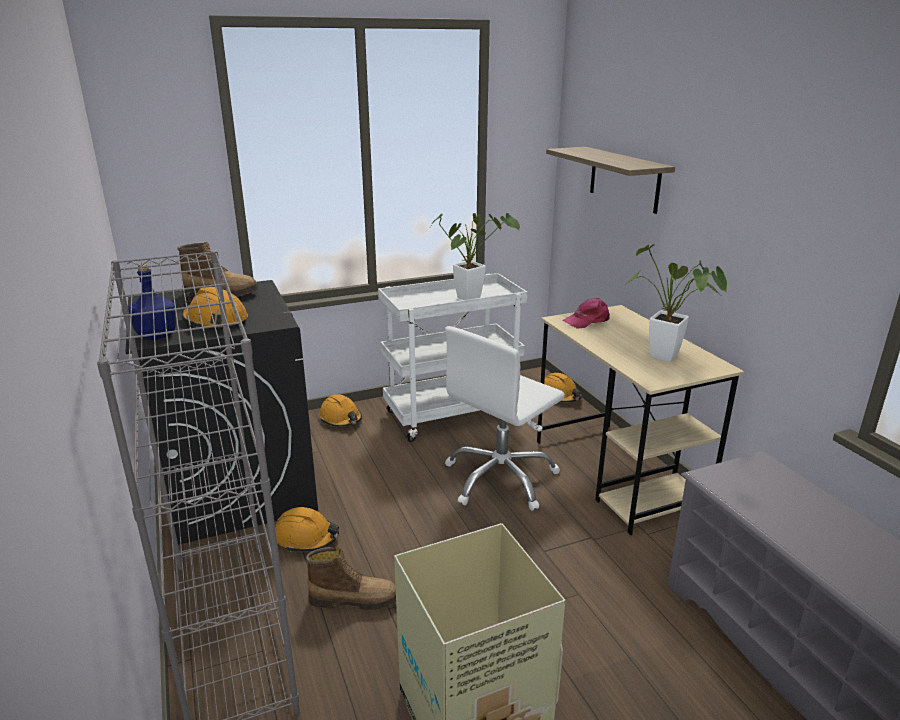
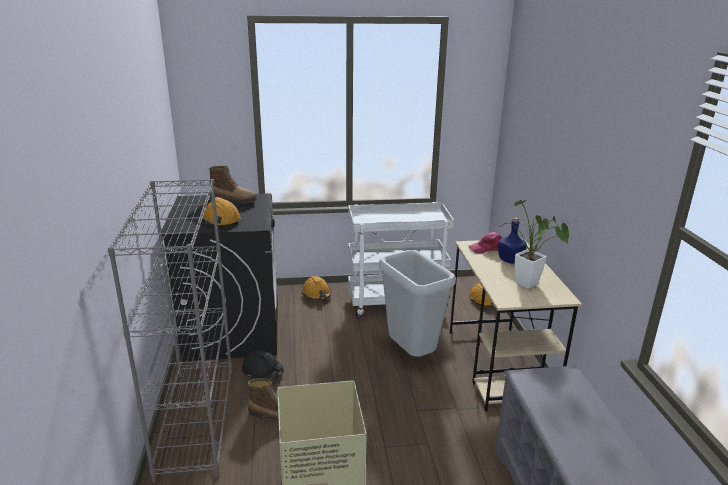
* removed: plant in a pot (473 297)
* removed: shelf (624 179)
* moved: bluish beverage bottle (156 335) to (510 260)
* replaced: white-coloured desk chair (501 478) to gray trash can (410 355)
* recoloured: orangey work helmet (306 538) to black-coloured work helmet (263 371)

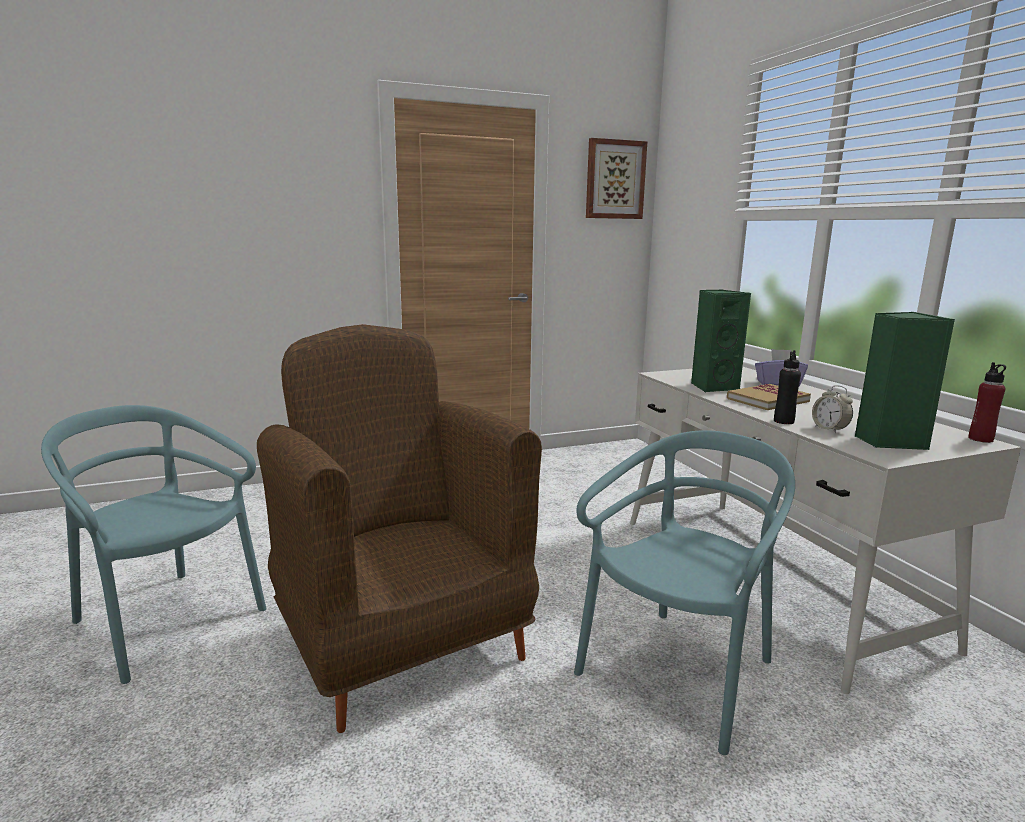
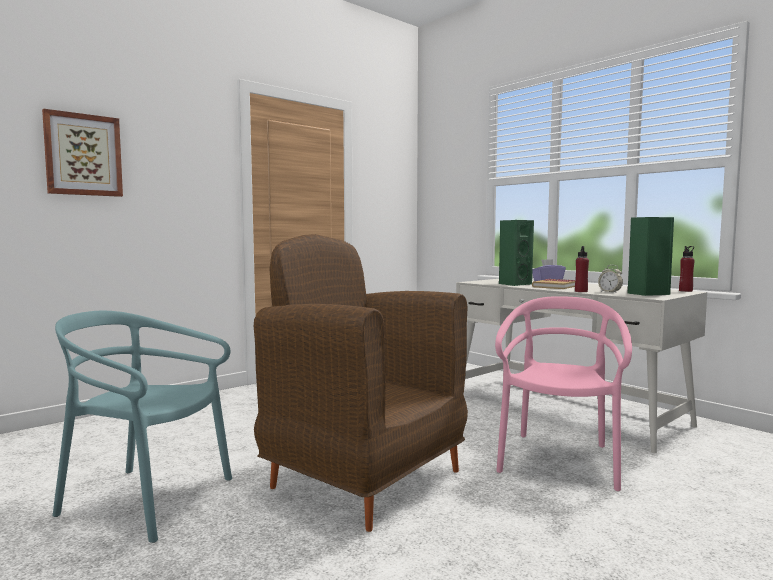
* moved: picture (614 180) to (83 155)
* recoloured: turquoise plain chair (679 673) to pink-coloured plain chair (559 460)
* recoloured: black-coloured beverage bottle (783 421) to red-coloured beverage bottle (581 291)

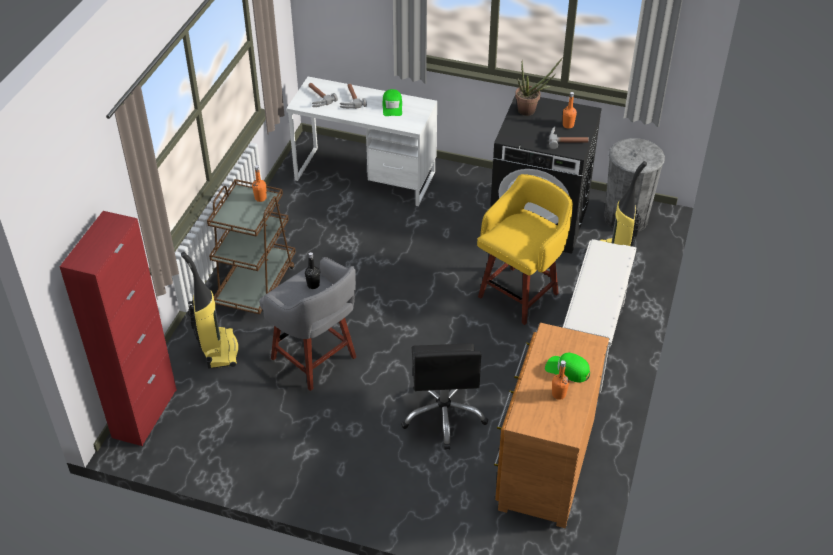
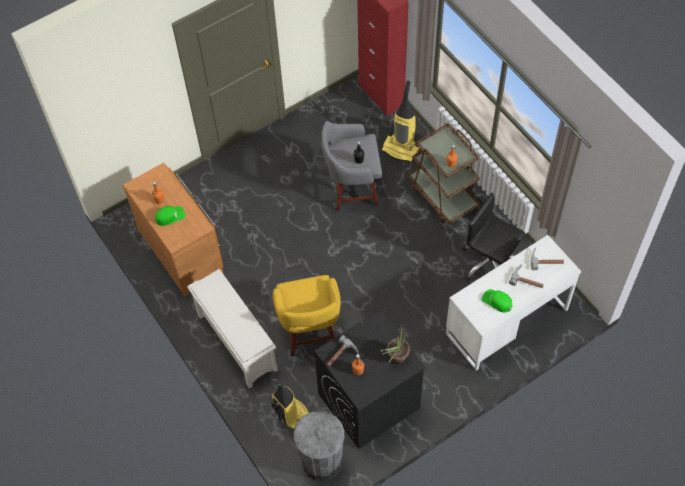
* moved: black-coloured desk chair (444 414) to (489 263)

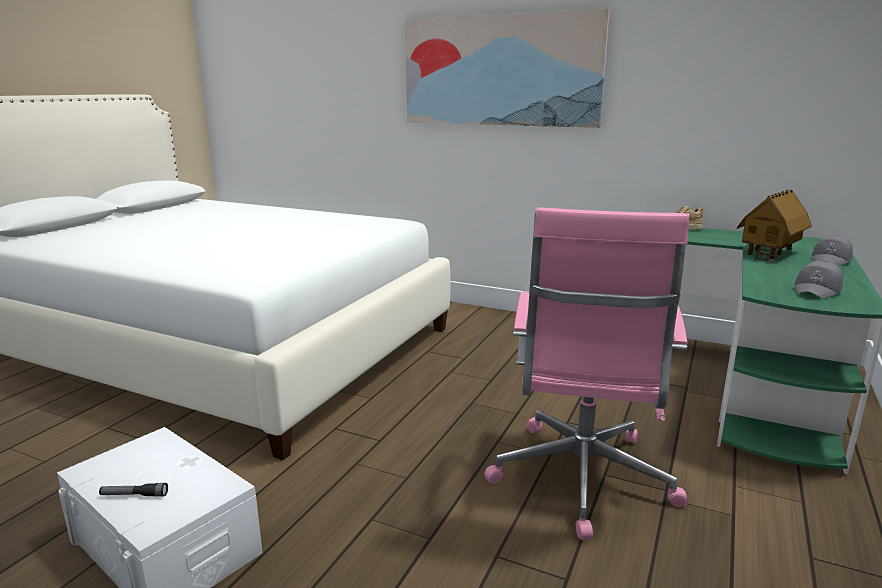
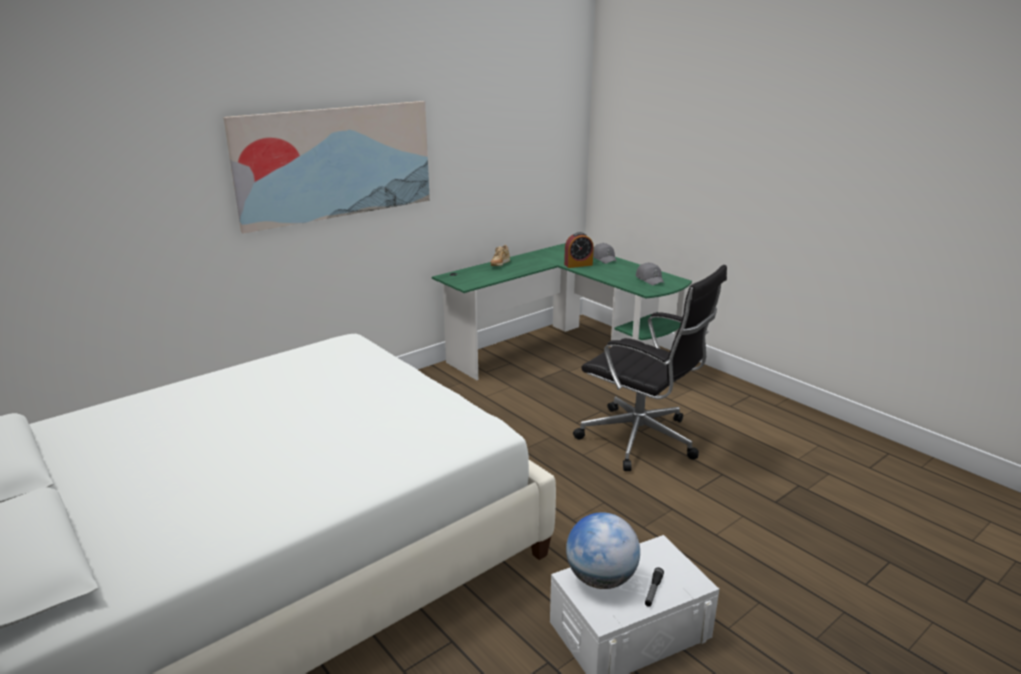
* added: desk globe (601 578)
* replaced: miniature house (769 253) to table clock (578 265)
* recoloured: pink-coloured desk chair (581 479) to black-coloured desk chair (641 440)

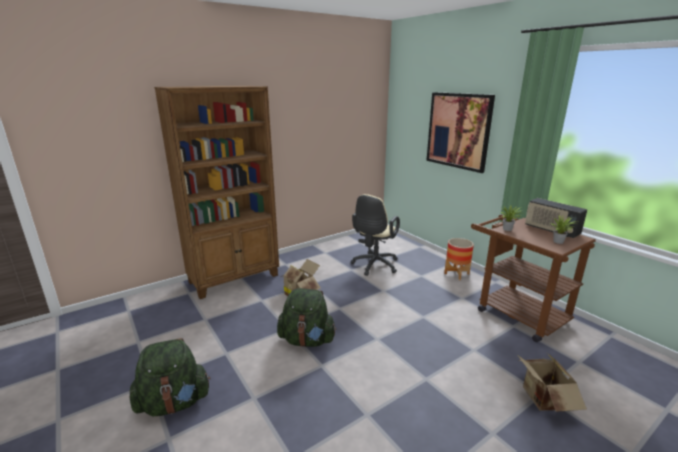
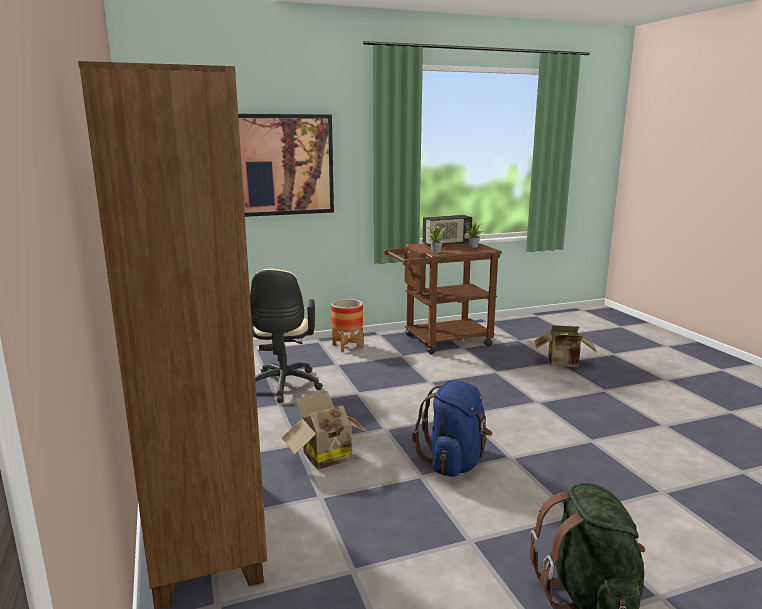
* recoloured: green rucksack (307 340) to bluish rucksack (454 462)
* turned: beige desk chair (374 266) = (283 387) 45 degrees clockwise

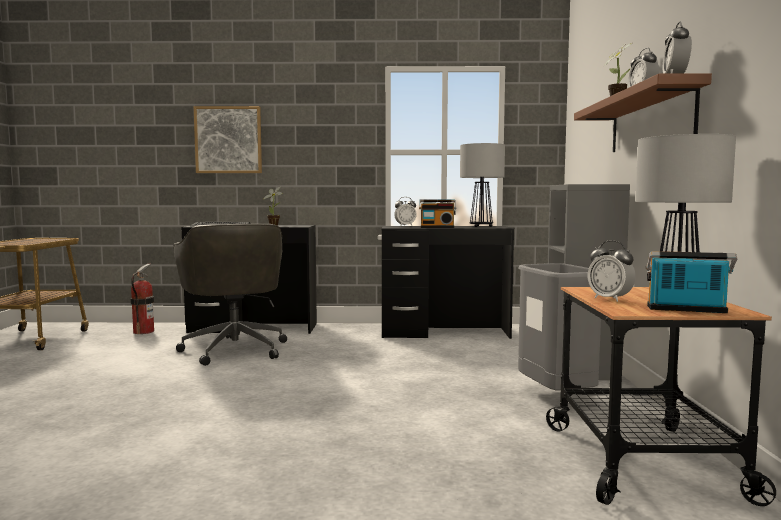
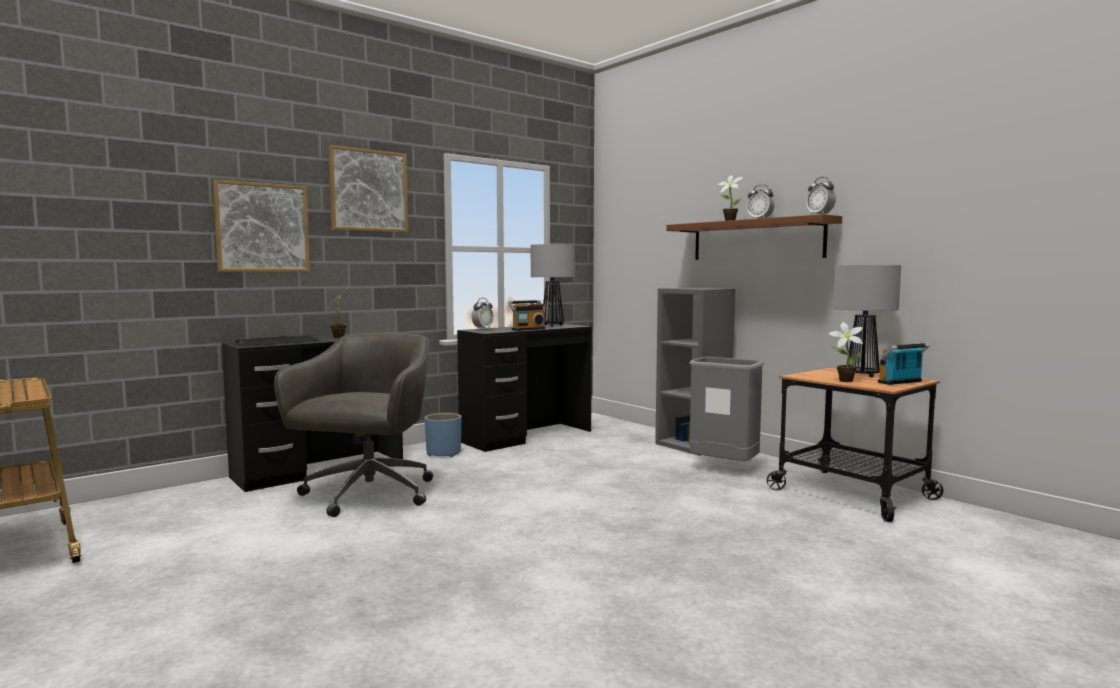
* removed: extinguisher (143 331)
* added: picture (368 190)
* added: bluish plant pot (443 453)
* replaced: table clock (610 299) to plant in a pot (843 381)
* turned: gray desk chair (235 349) = (367 495) 105 degrees counterclockwise

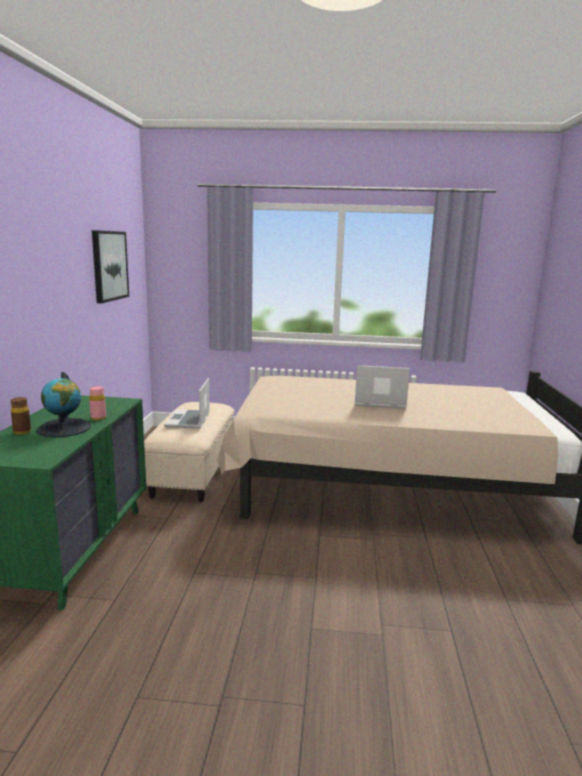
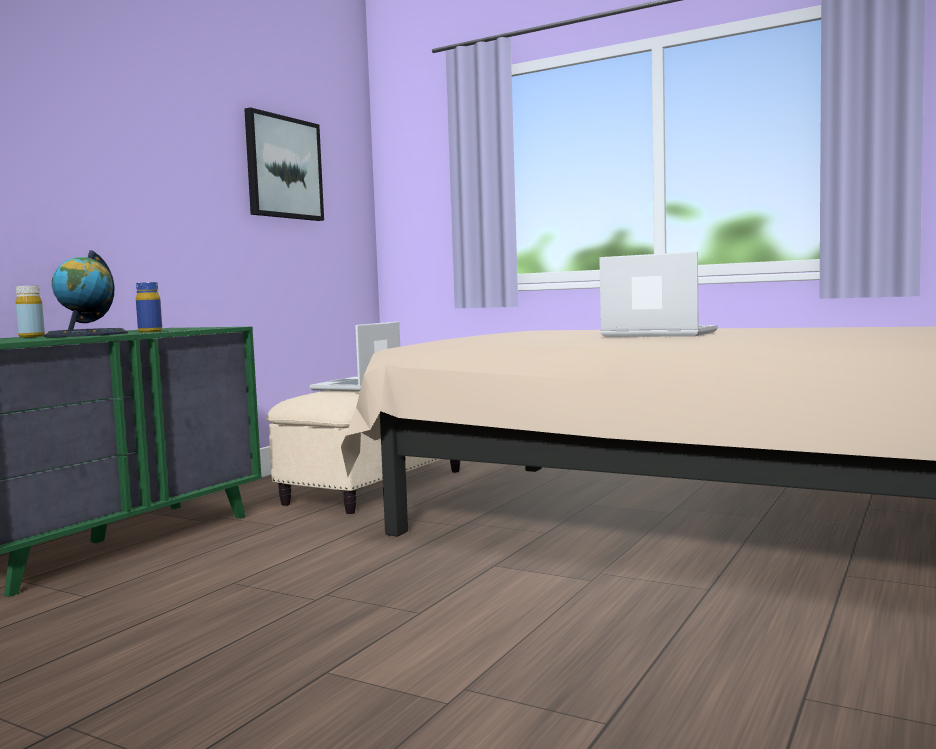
* recoloured: brown-coloured beverage bottle (22 432) to yellow-coloured beverage bottle (31 336)
* recoloured: pink-coloured beverage bottle (98 418) to bluish beverage bottle (150 331)

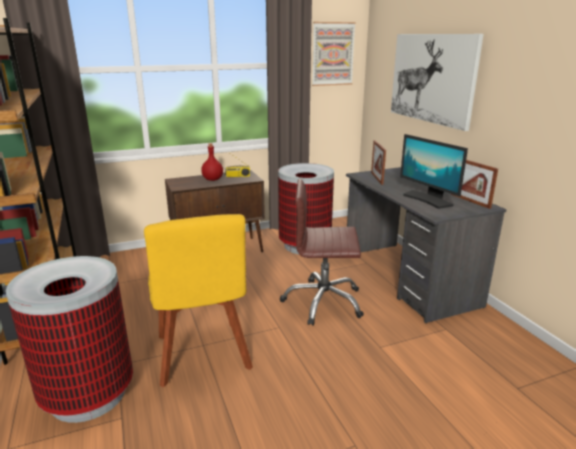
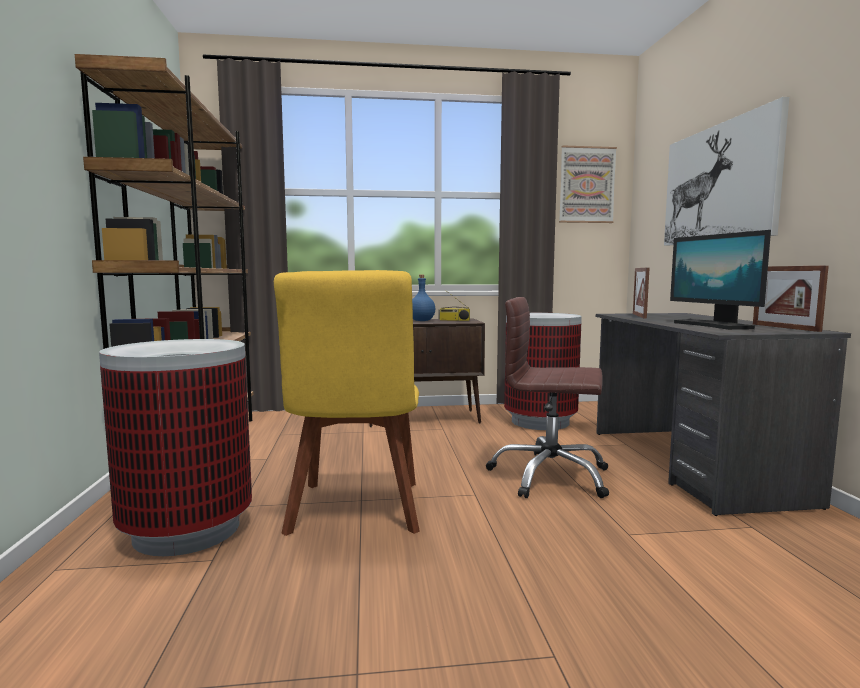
* recoloured: red-coloured beverage bottle (212 179) to bluish beverage bottle (421 321)

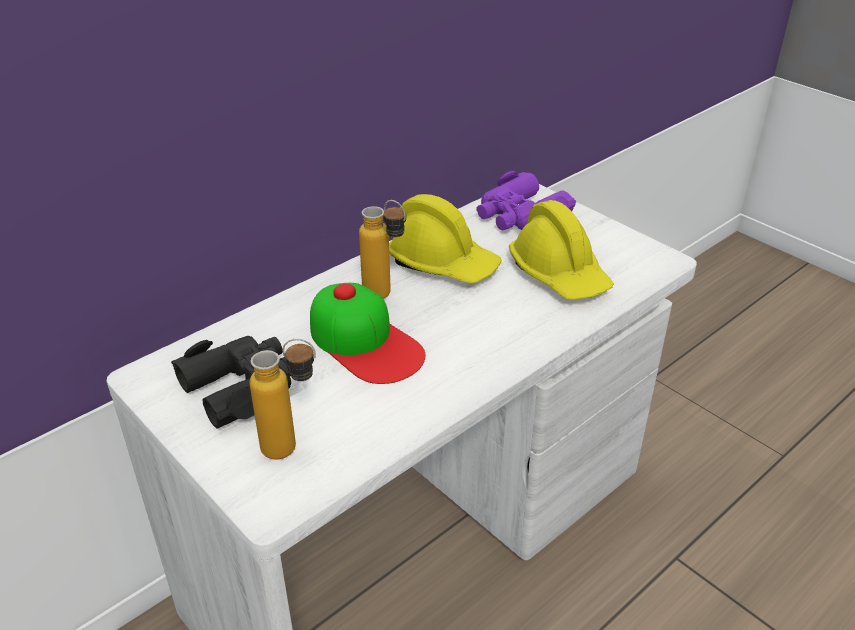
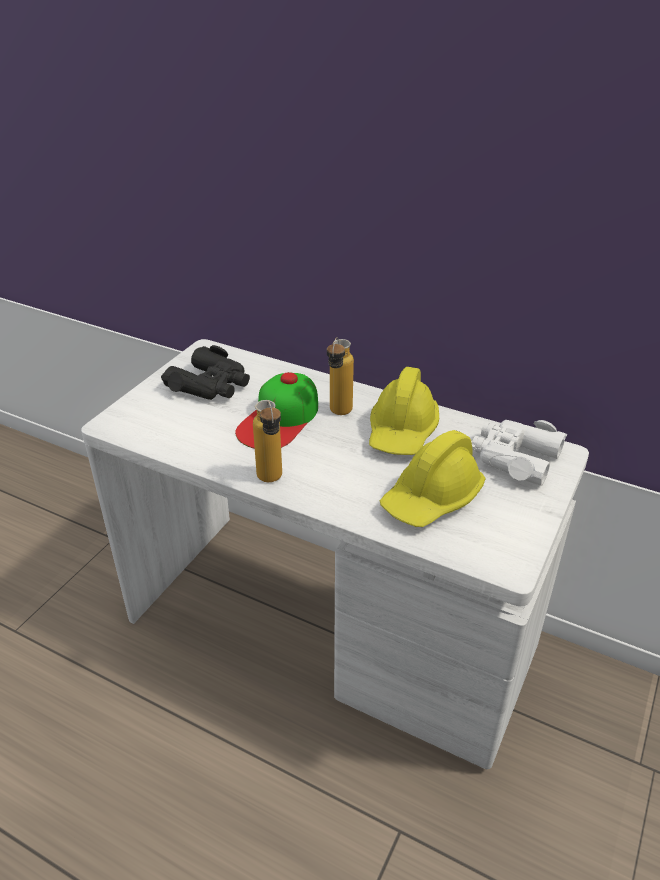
* moved: beverage bottle (293 449) to (272 482)
* recoloured: purple-coloured pair of binoculars (520 215) to white-coloured pair of binoculars (514 458)

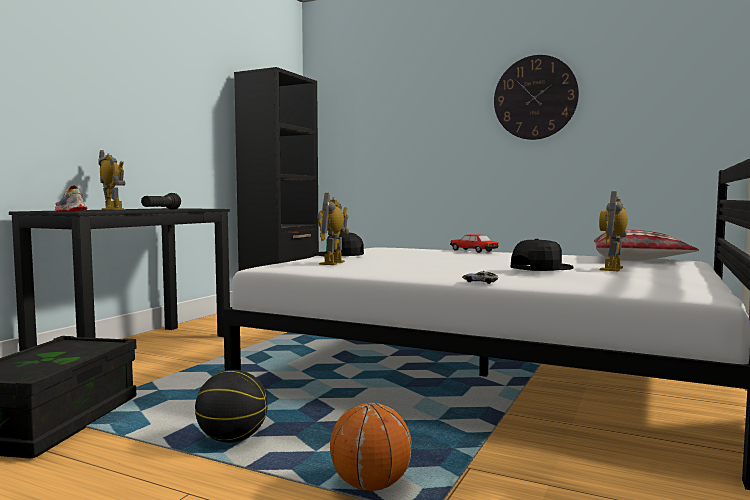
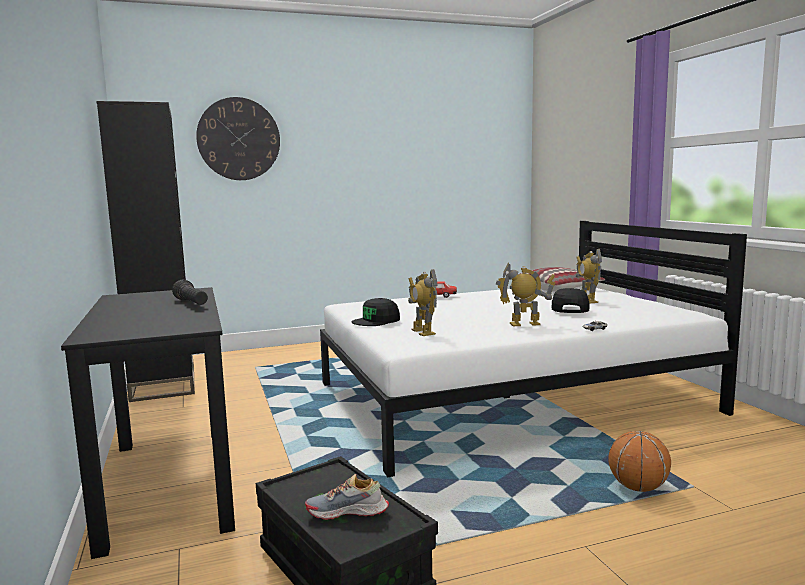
* removed: basketball (232 439)
* moved: item of footwear (71 211) to (347 512)
* moved: model robot (113 209) to (525 324)
* moved: wall clock (535 97) to (238 139)

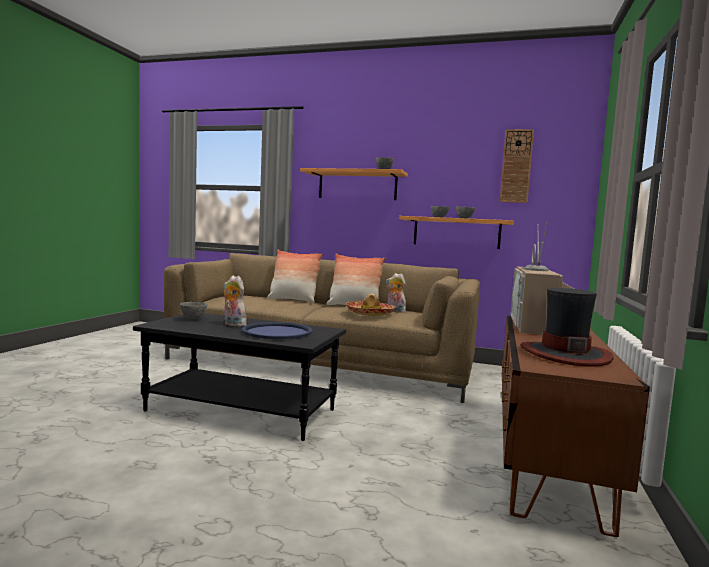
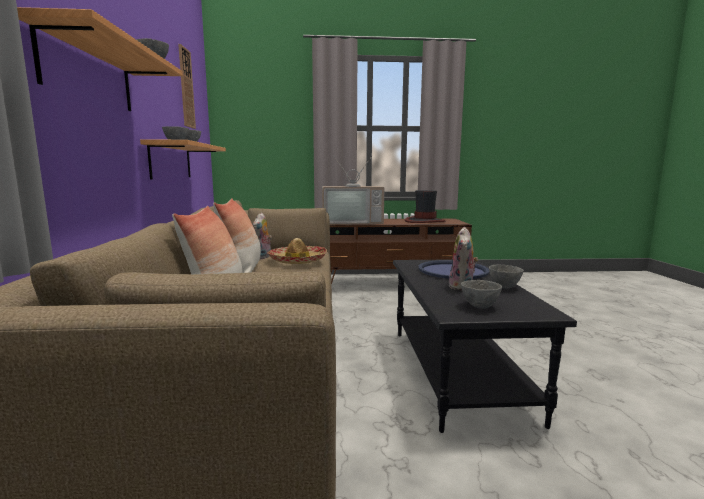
* added: gray deep dish (503 287)

